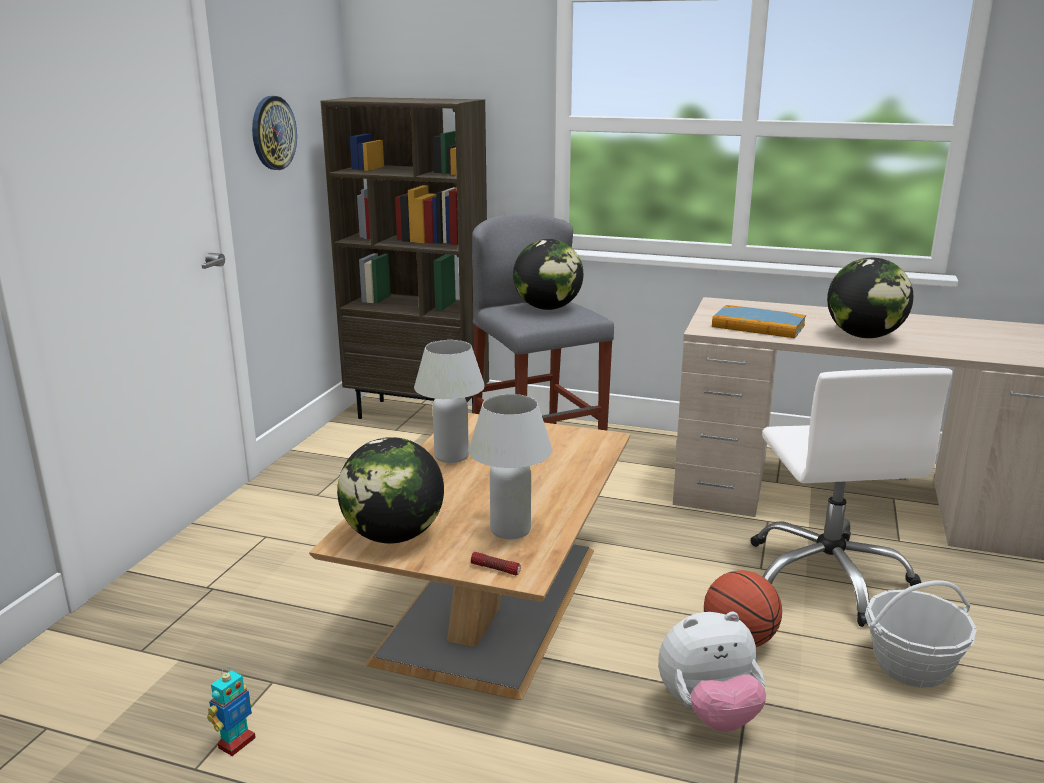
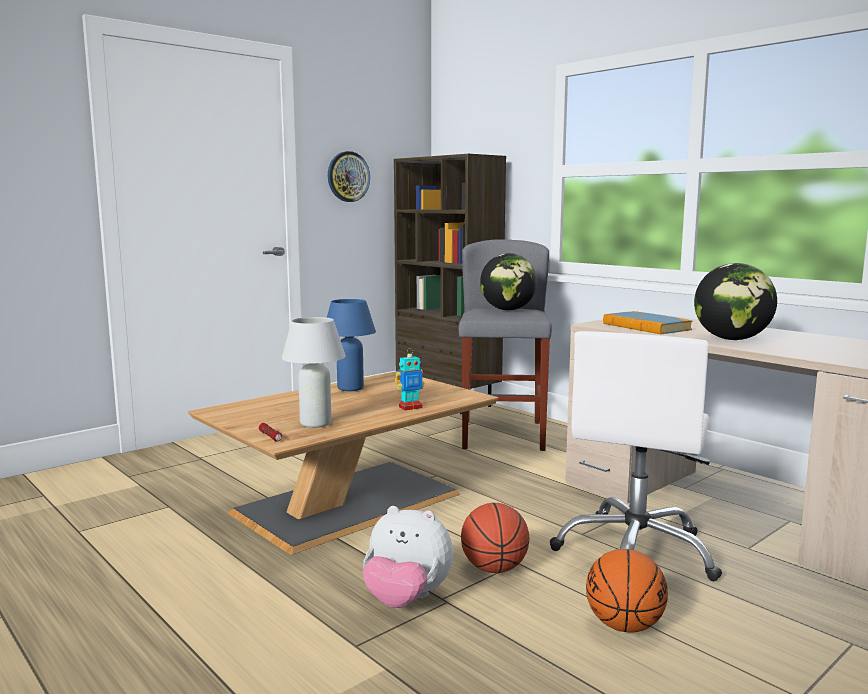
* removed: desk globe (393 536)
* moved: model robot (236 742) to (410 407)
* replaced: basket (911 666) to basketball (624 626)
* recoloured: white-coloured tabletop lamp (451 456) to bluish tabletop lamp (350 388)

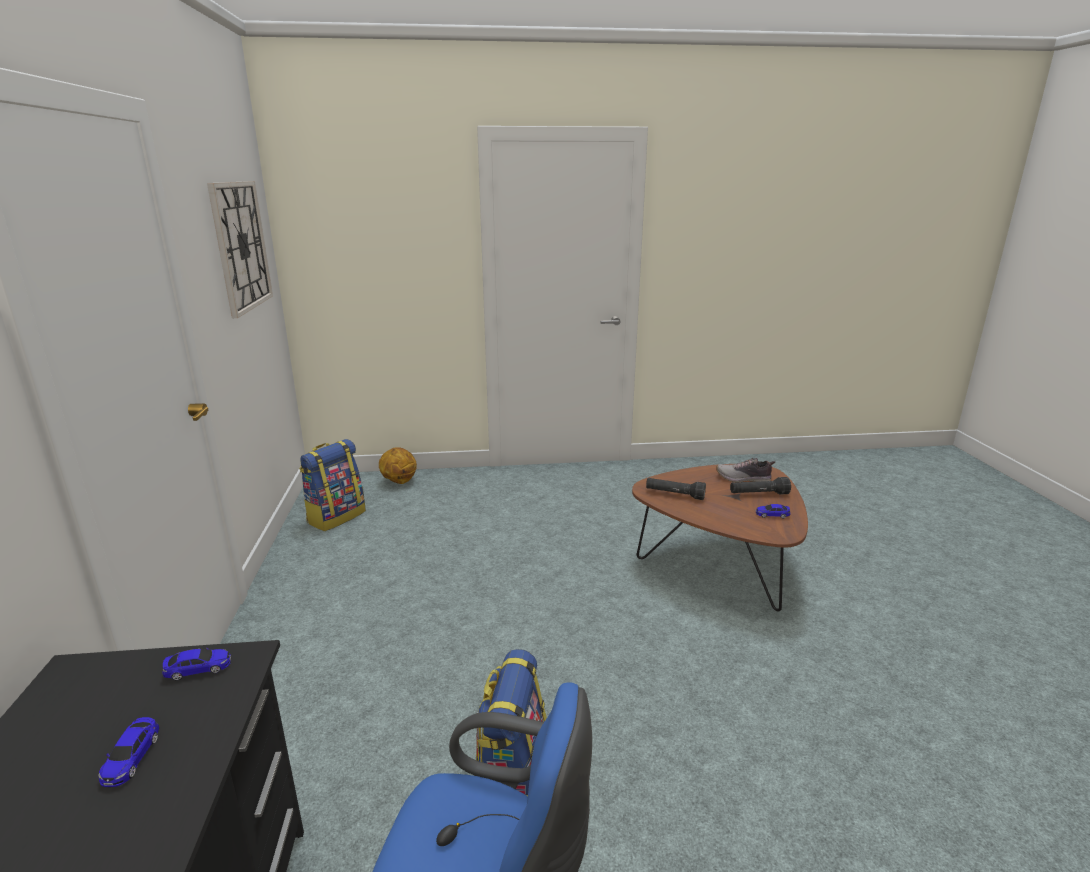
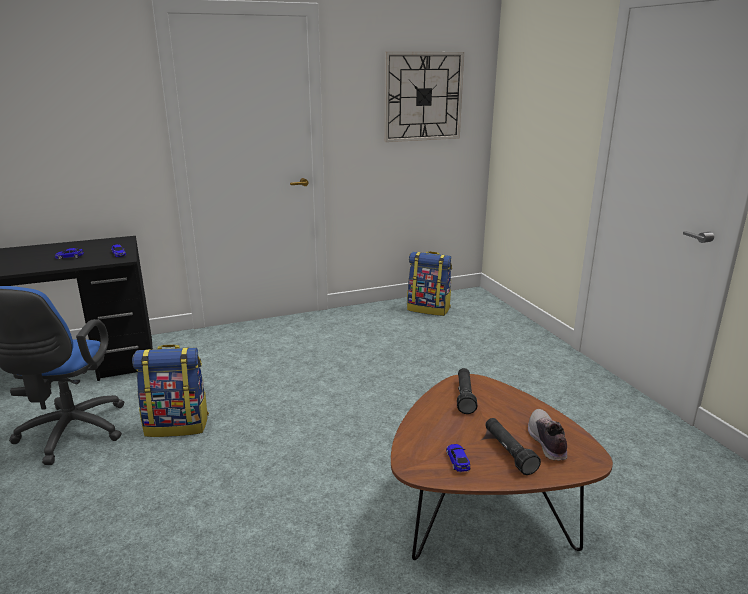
* removed: basketball (399 481)

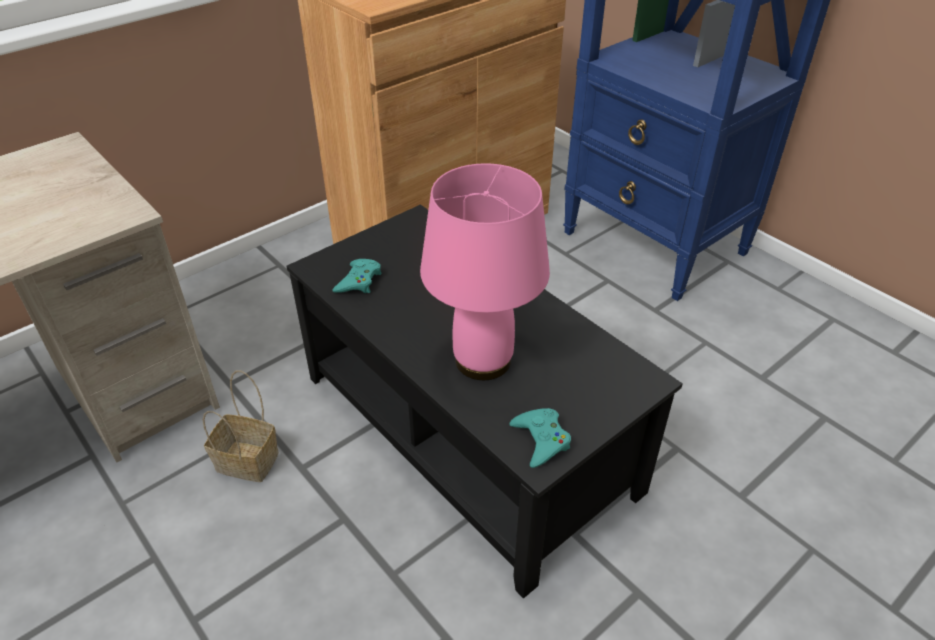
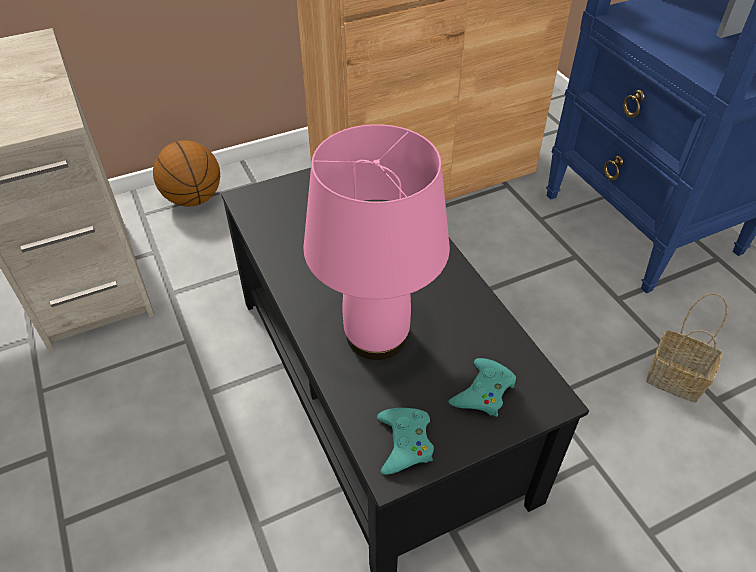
* added: basketball (193 198)
* moved: basket (250 461) to (677 378)
* moved: turquoise joypad (359 281) to (483 392)

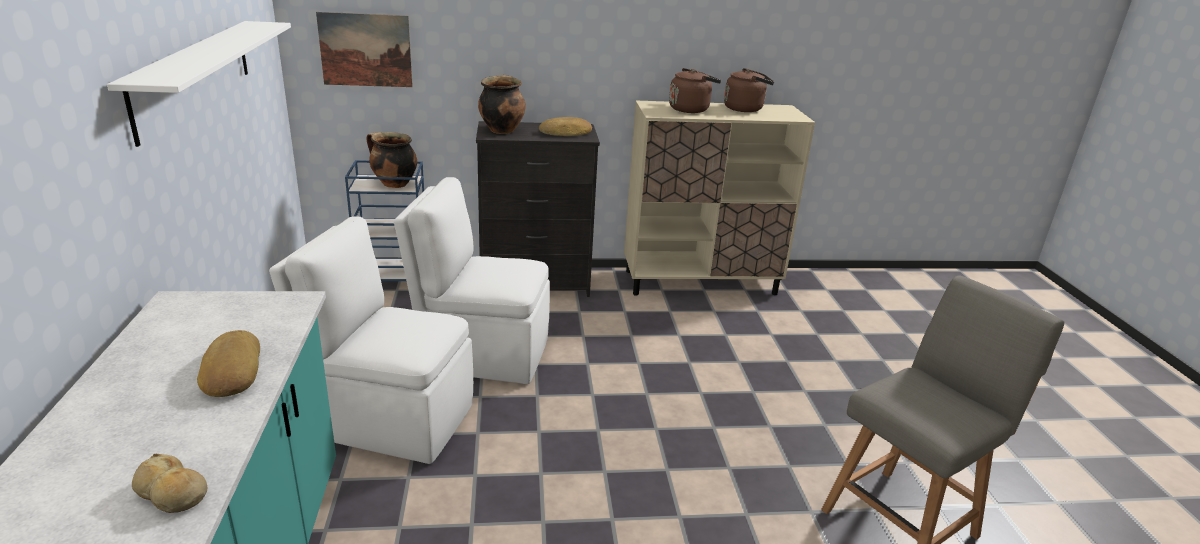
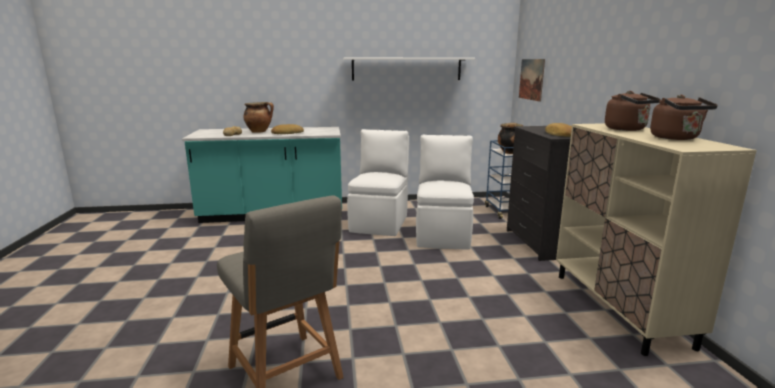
* moved: saucepot (501 130) to (259 131)

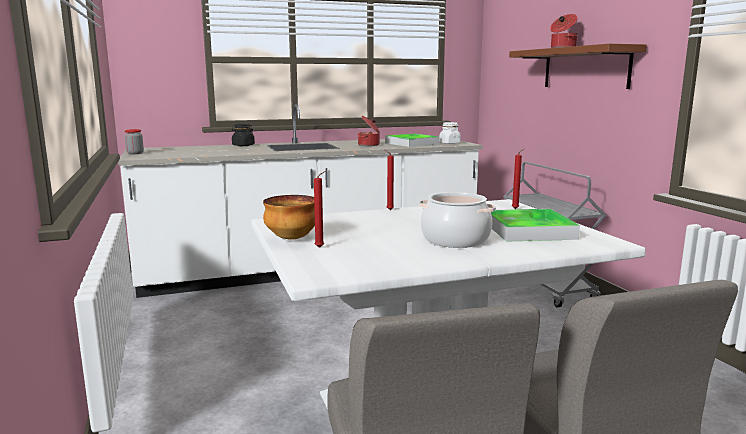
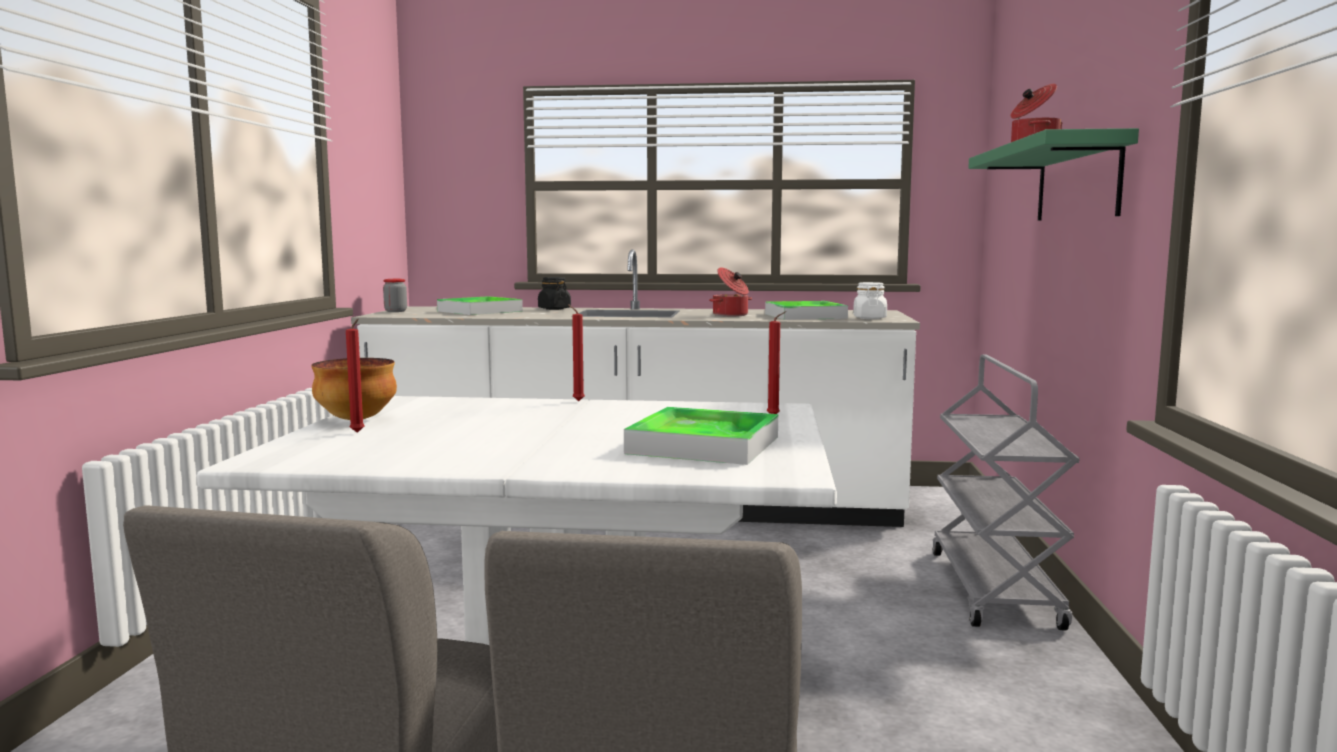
* removed: saucepot (455 240)
* added: serving tray (479 311)
* recoloured: brown-coloured shelf (585 68) to green shelf (1077 182)

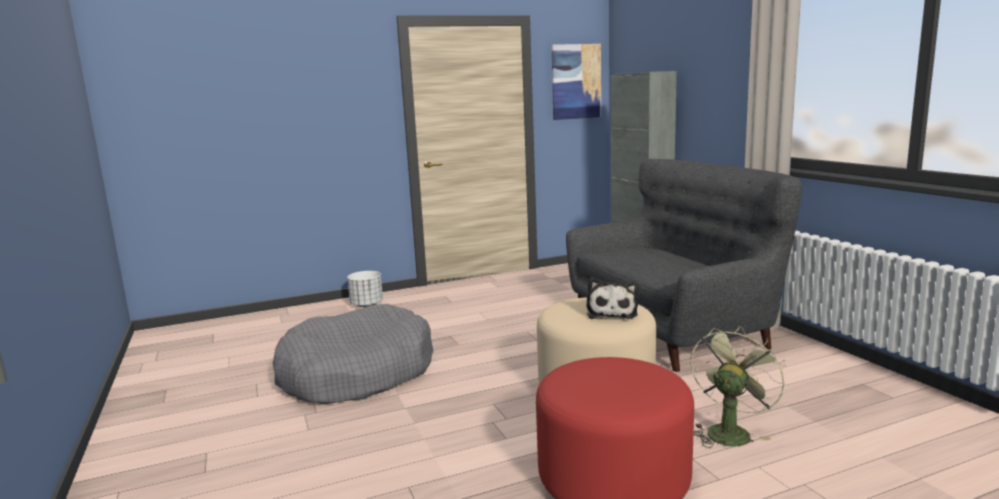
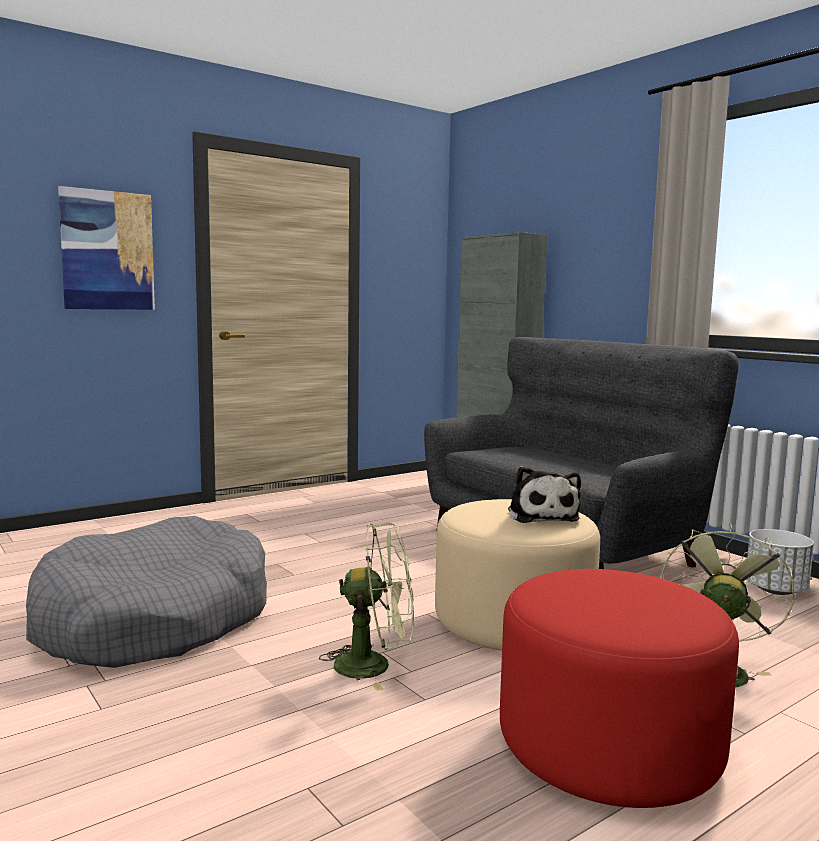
* added: green electric fan (375 665)
* moved: white-coloured plant pot (367 305) to (776 590)
* moved: picture (576 81) to (107 250)

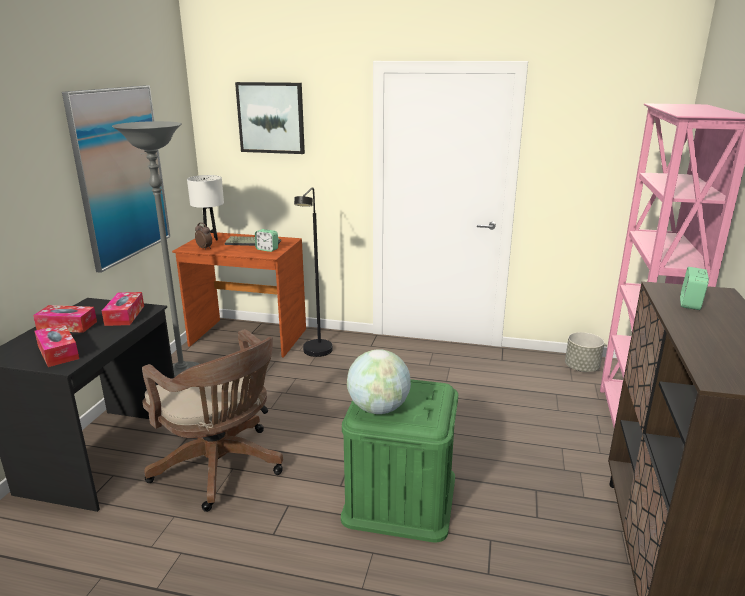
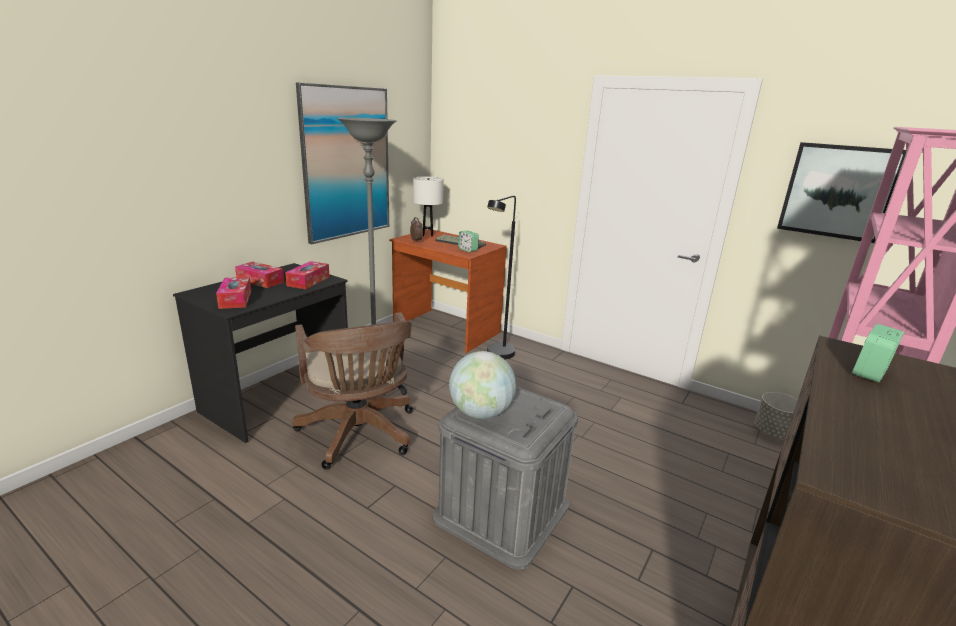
* moved: picture (271 118) to (838 191)
* recoloured: green storage bin (400 497) to gray storage bin (502 511)

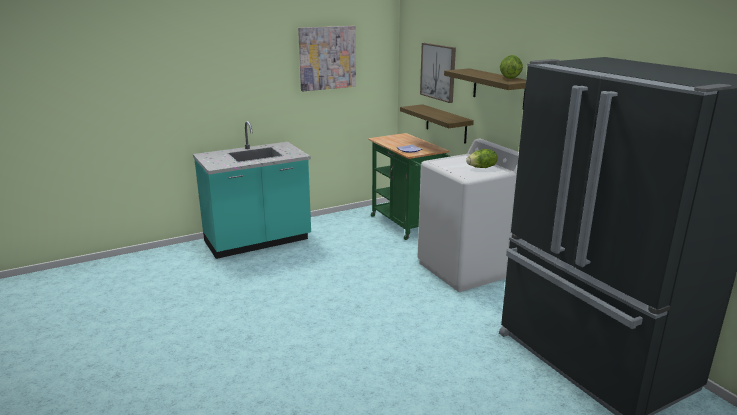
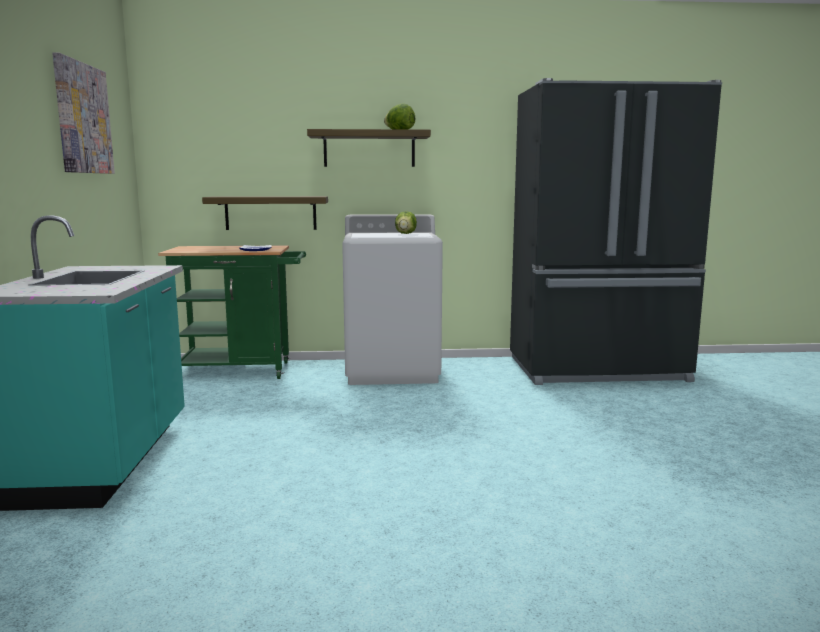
* removed: picture (438 72)

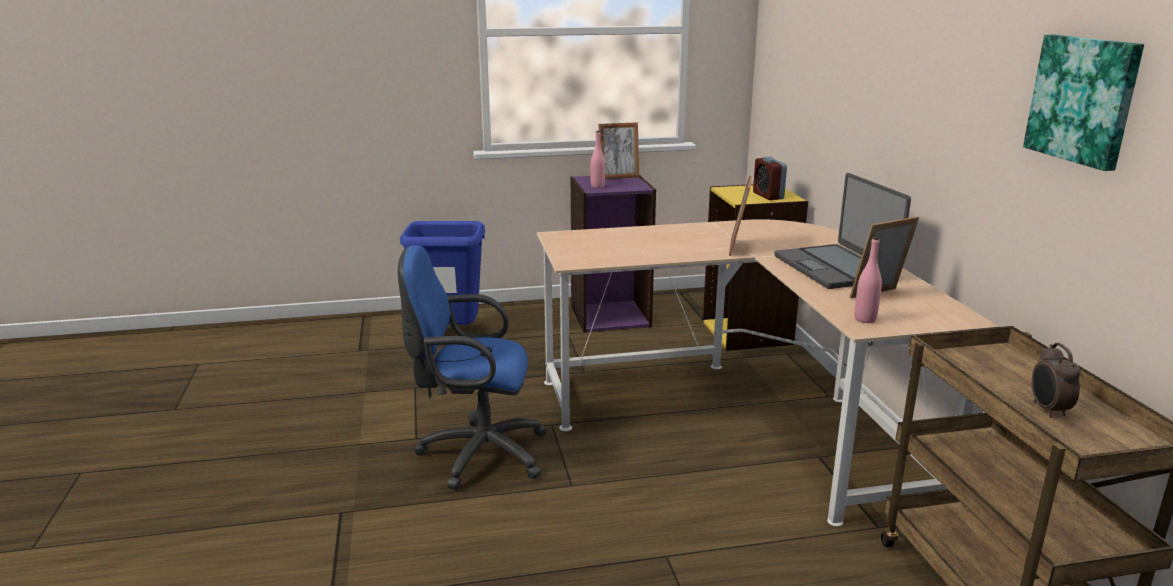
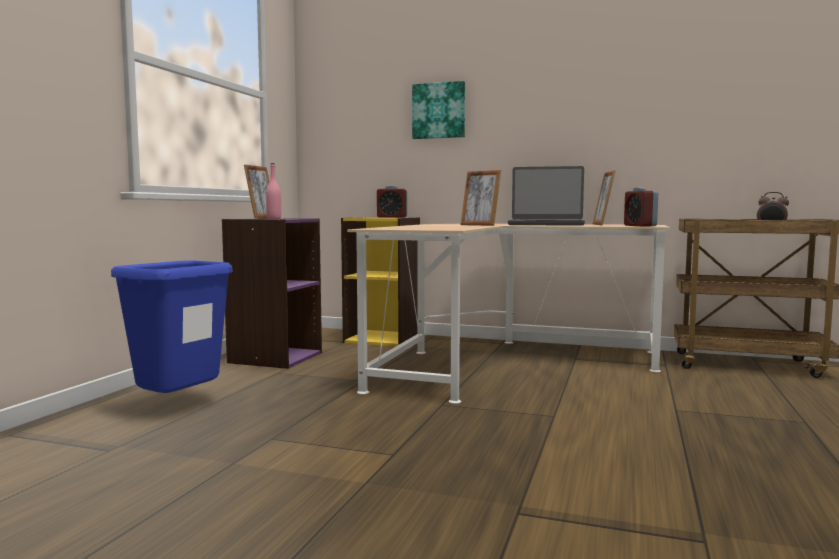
* removed: bluish desk chair (476 454)
* moved: picture (1084 100) to (439 111)
* replaced: pink-coloured beverage bottle (865 319) to table clock (640 226)

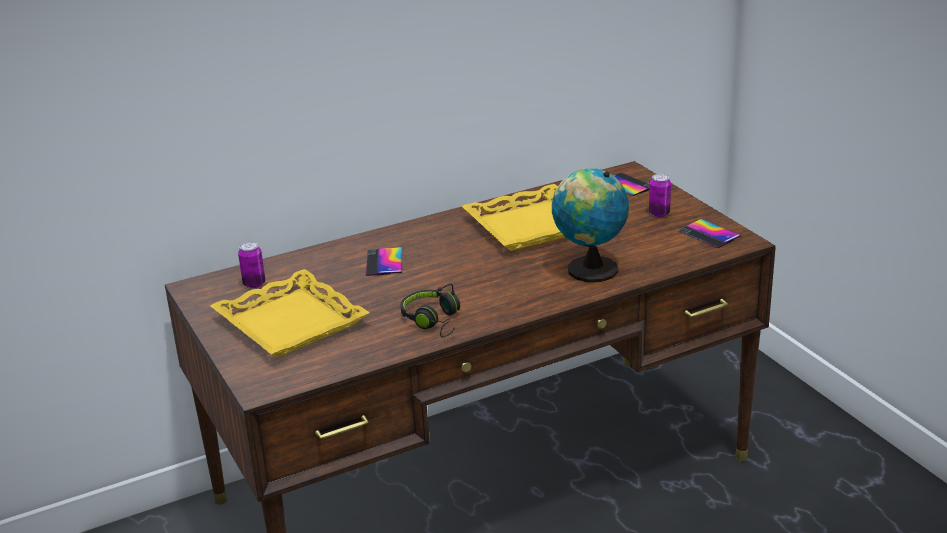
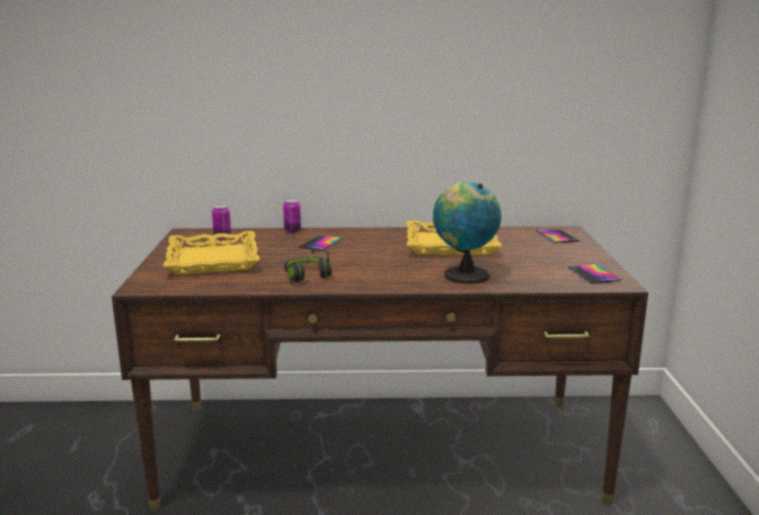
* moved: metal can (659 213) to (292 231)

